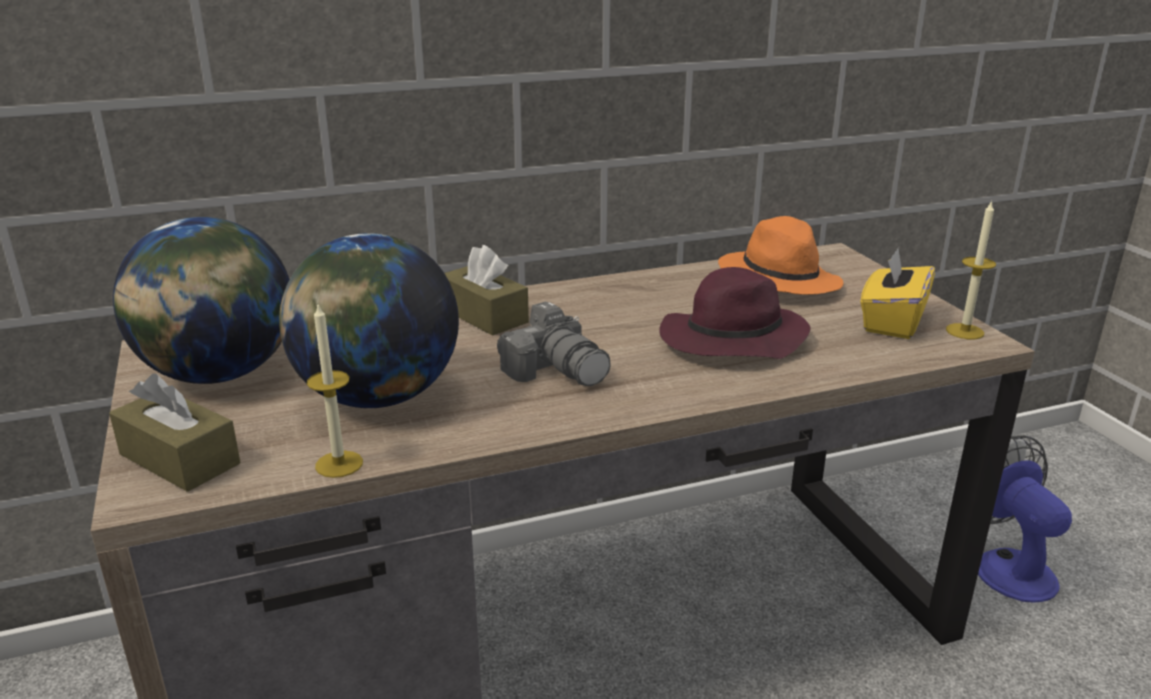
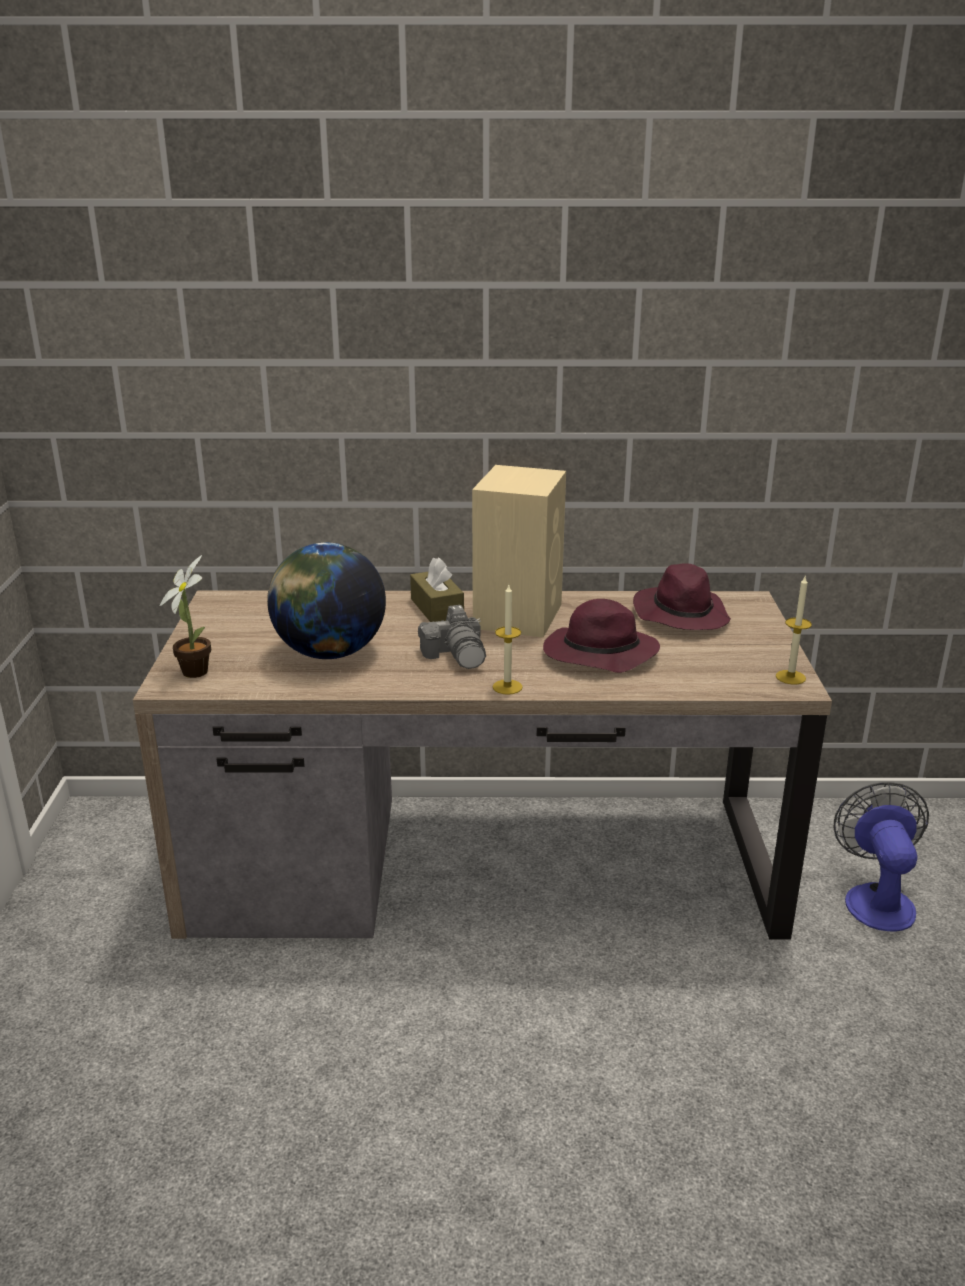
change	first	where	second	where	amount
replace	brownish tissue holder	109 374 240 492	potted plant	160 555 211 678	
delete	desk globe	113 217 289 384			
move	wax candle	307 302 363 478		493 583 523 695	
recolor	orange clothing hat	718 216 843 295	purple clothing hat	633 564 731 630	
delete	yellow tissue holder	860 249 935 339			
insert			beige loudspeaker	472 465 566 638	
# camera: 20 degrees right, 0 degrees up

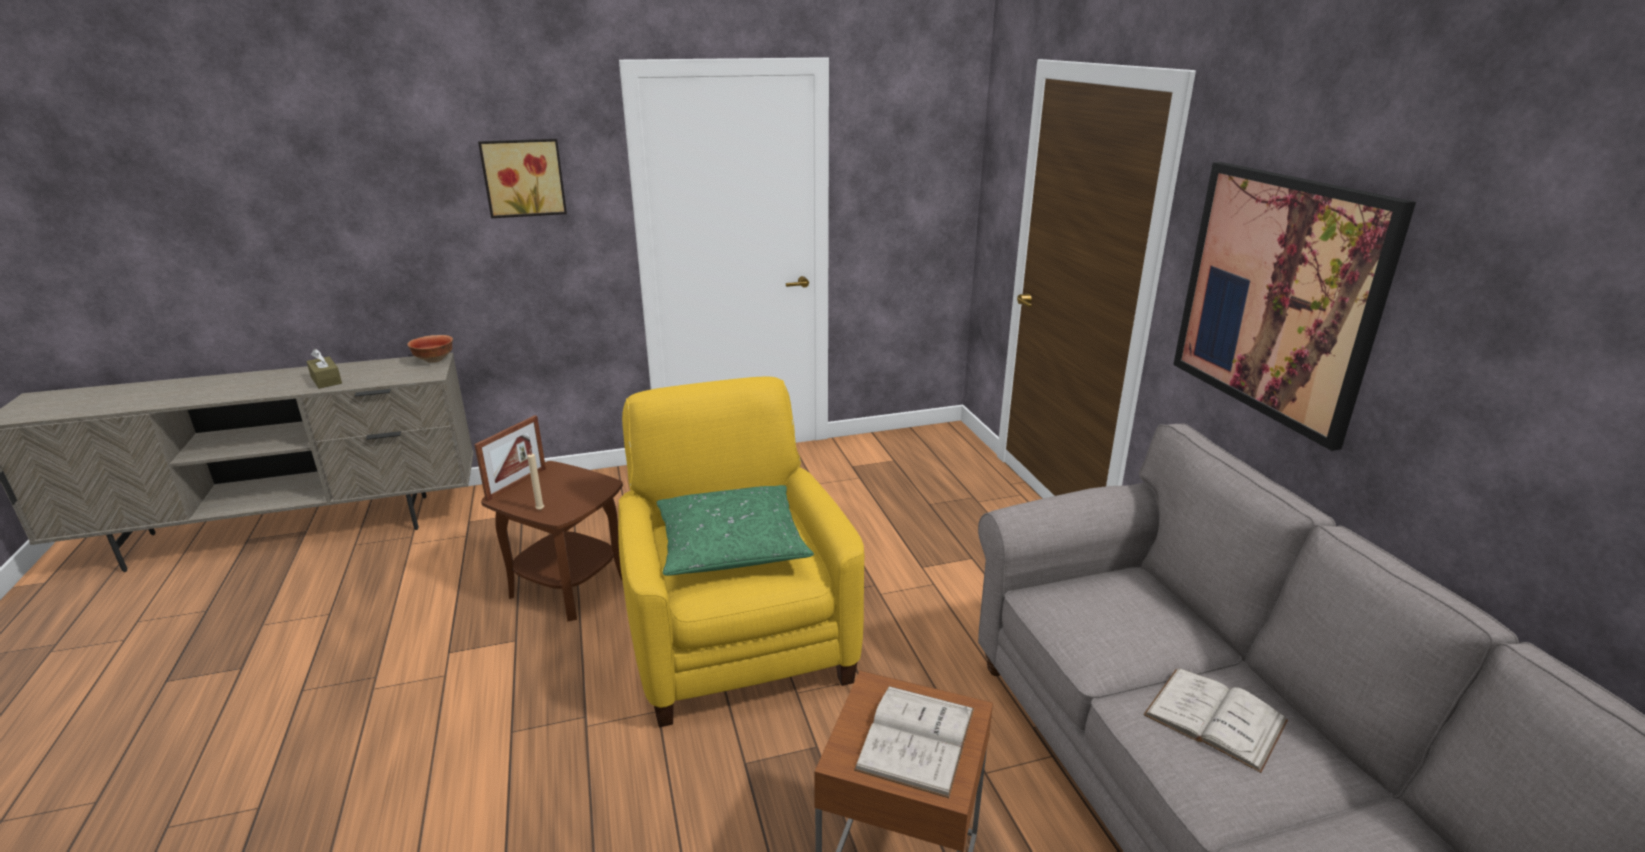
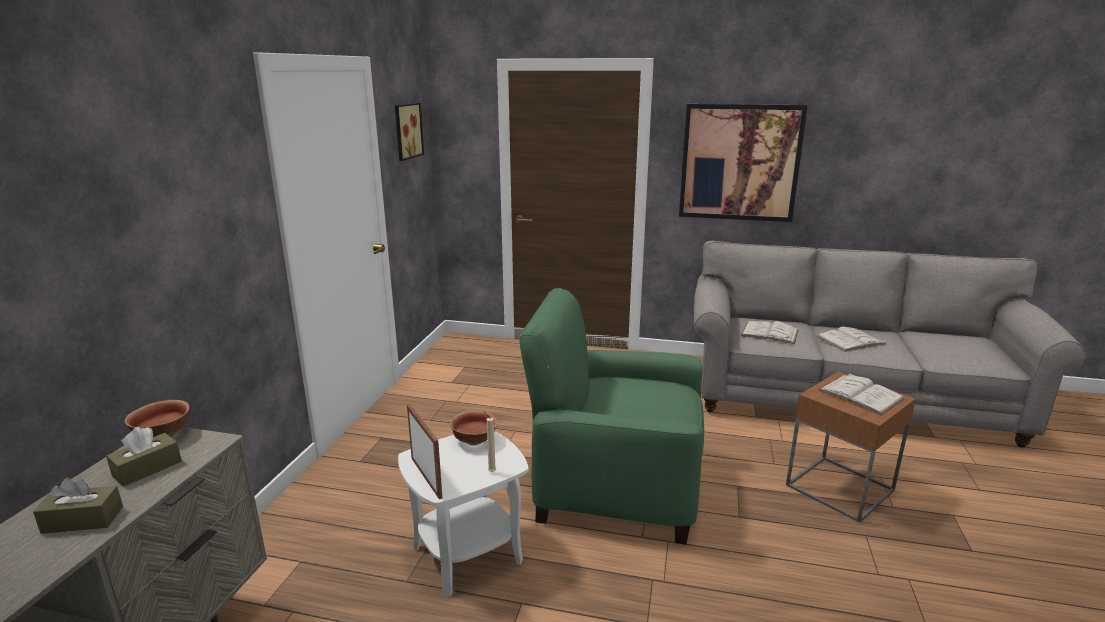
change	first	where	second	where	amount
move	wall art	478 139 567 218		395 103 424 161	
recolor	brownish side table	481 461 623 621	white-coloured side table	398 431 529 597	
recolor	yellow easy chair	618 377 865 727	green easy chair	519 288 704 545	
delete	green throw pillow	656 485 814 576			
insert			brownish tissue holder	106 427 182 486	
insert			serving bowl	450 410 497 445	
insert			white-coloured book	740 321 799 344	
# camera: 60 degrees left, 5 degrees down

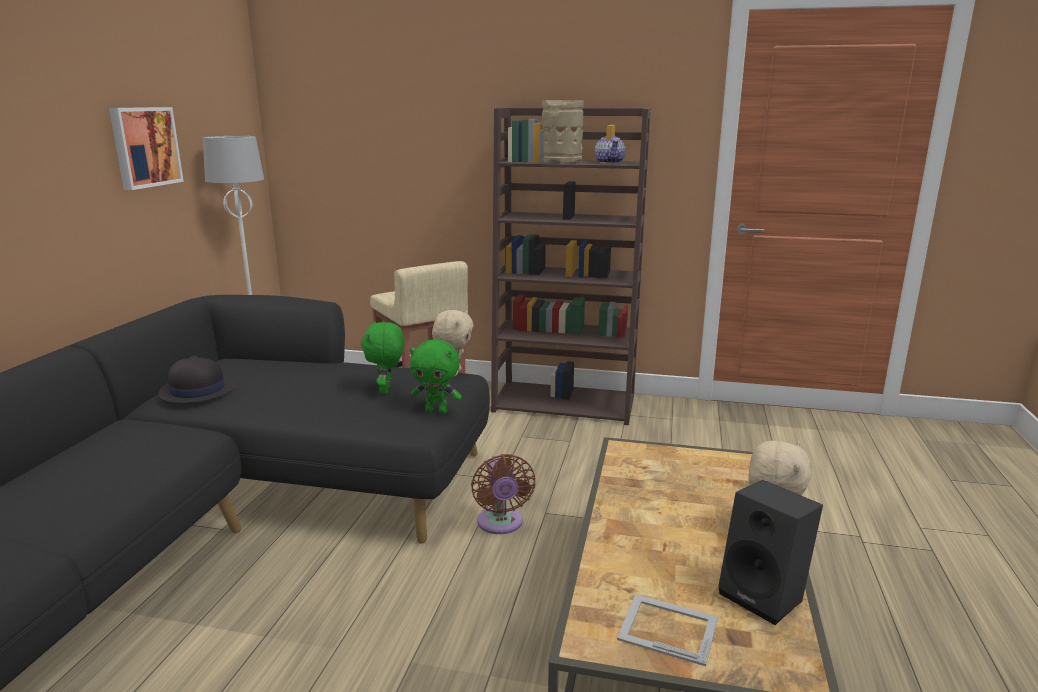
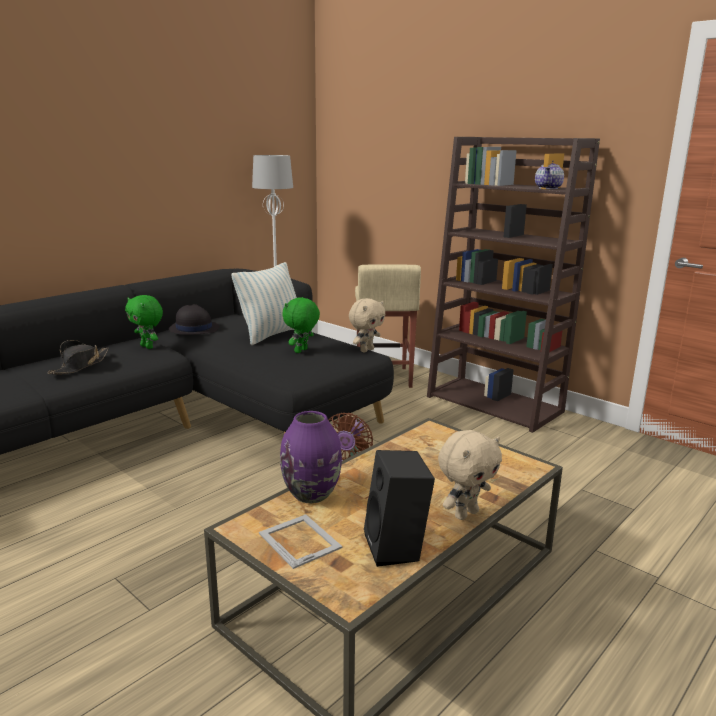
change	first	where	second	where	amount
delete	wall art	109 107 184 190			
move	green cuddly toy	409 339 462 414		125 295 163 349	
delete	beige vase	542 100 584 163			
insert			blackish clothing hat	47 340 109 374	
insert			throw pillow	232 262 297 345	
insert			purple vase	280 411 342 504	
# camera: 30 degrees right, 0 degrees up

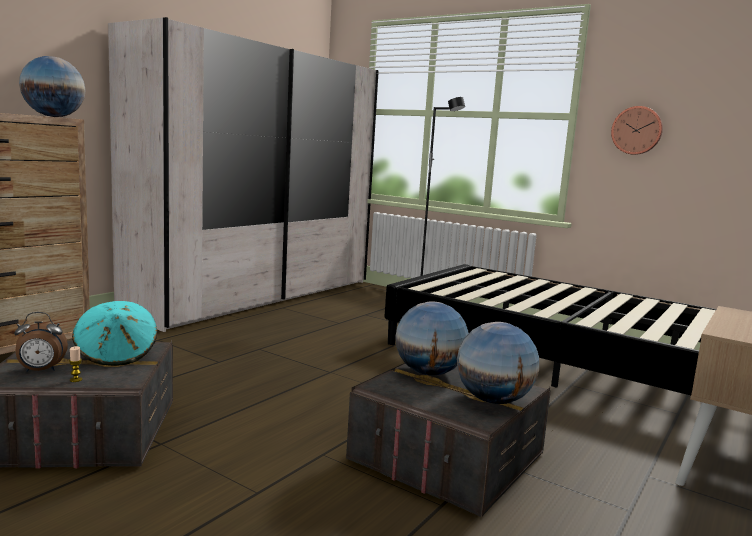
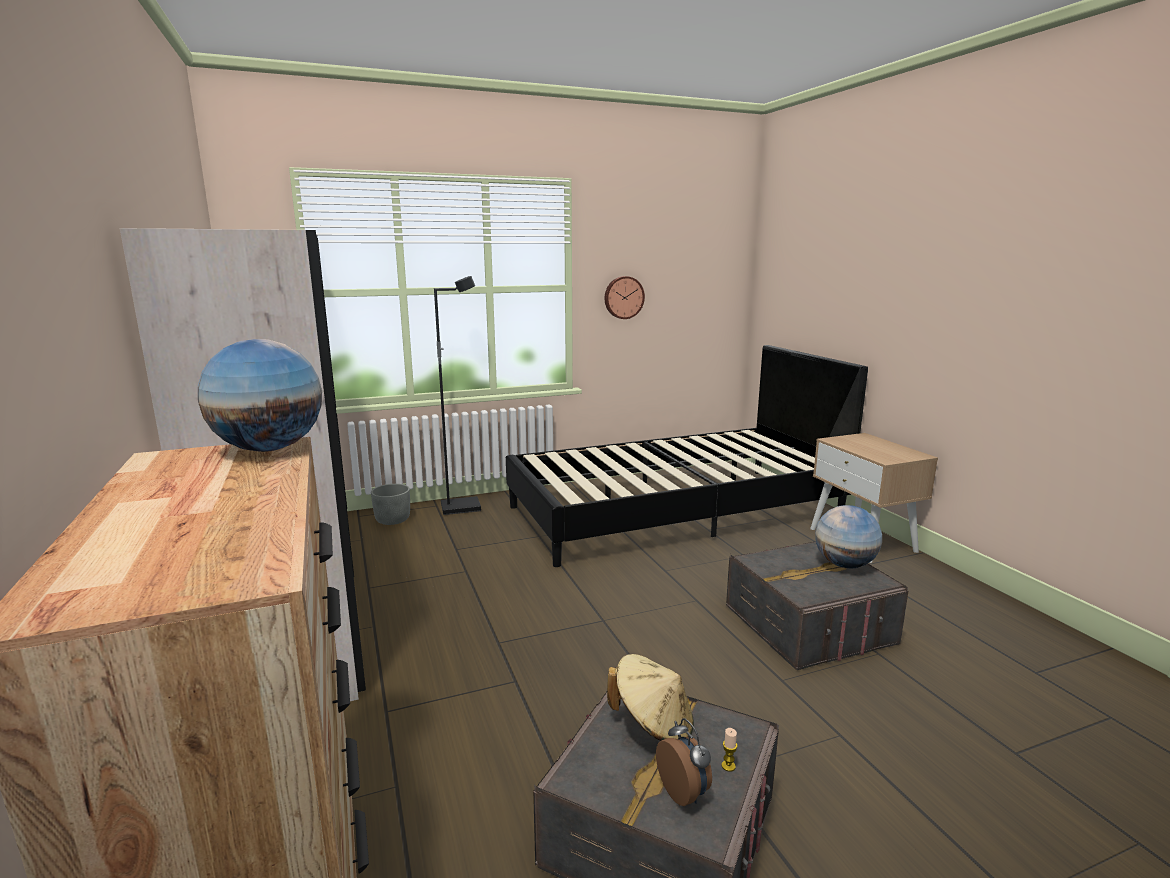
change	first	where	second	where	amount
rotate	alarm clock	14 312 68 372		656 718 712 806	45 degrees counterclockwise
recolor	turquoise clothing hat	72 301 157 366	beige clothing hat	607 654 694 741	
delete	desk globe	395 301 469 375			
insert			grey flower pot	371 484 410 525	
# camera: 55 degrees left, 5 degrees up

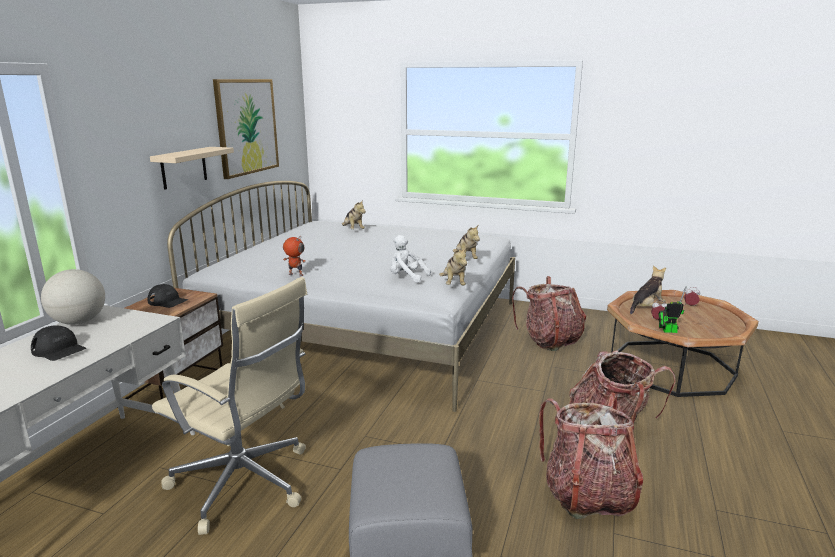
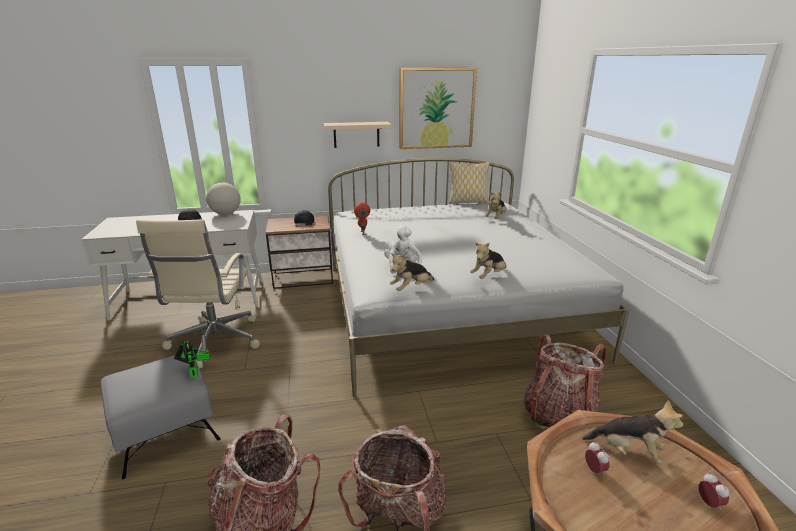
change	first	where	second	where	amount
move	toy robot	659 286 687 333		174 335 210 378	
insert			throw pillow	449 162 489 204	
# camera: 60 degrees right, 5 degrees up

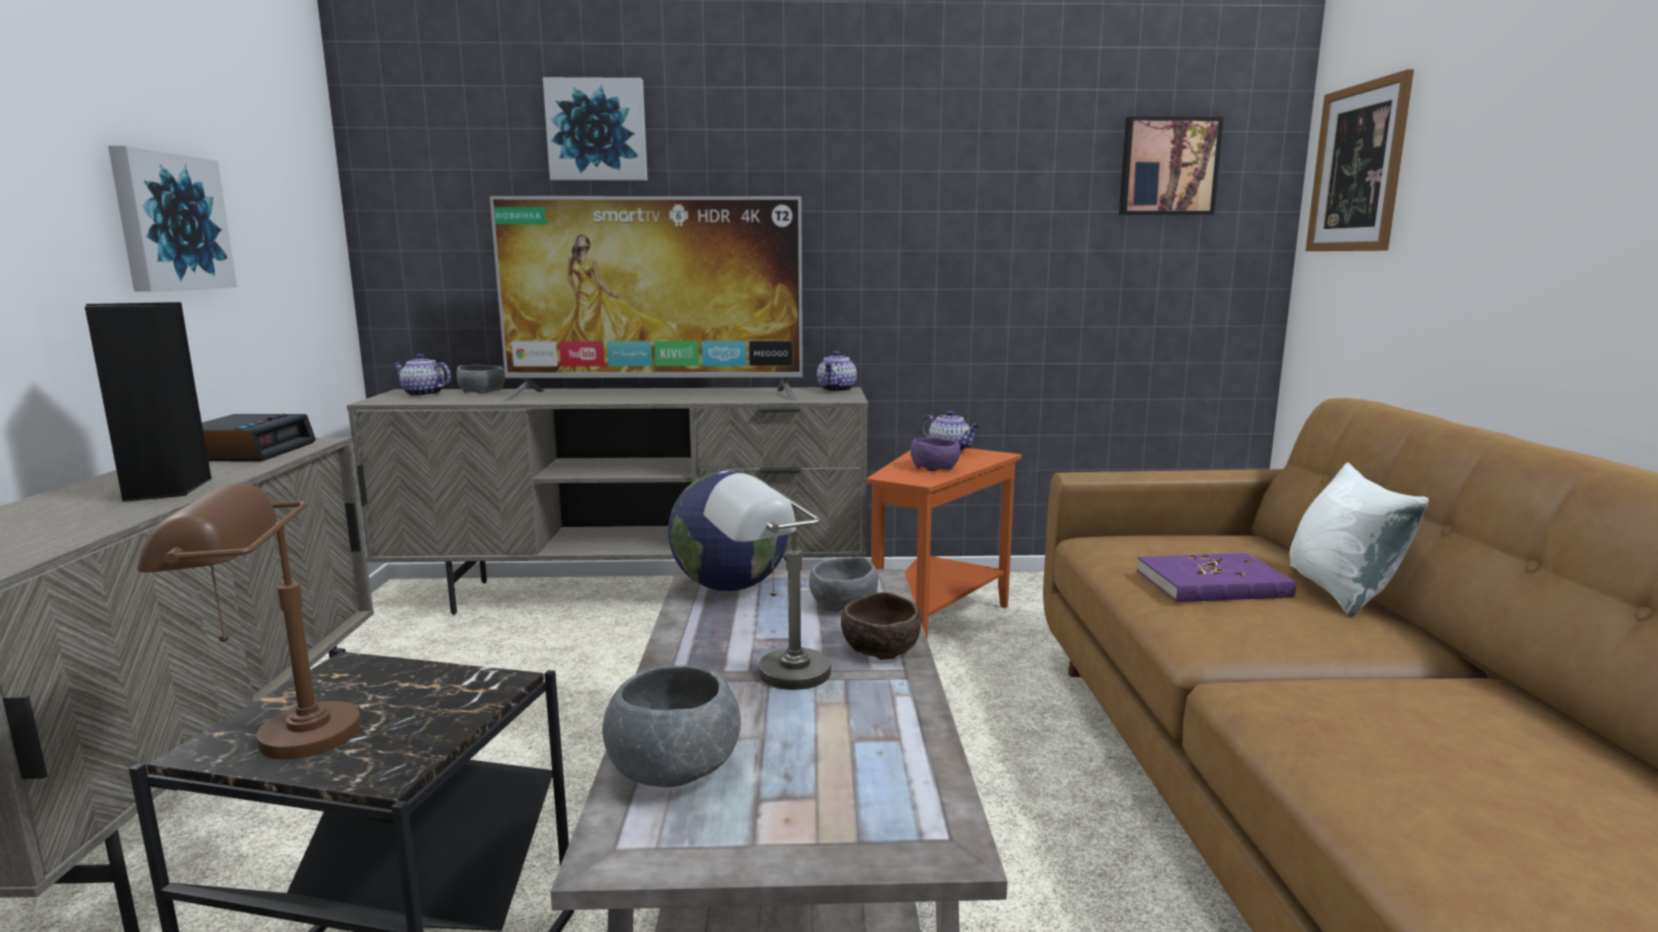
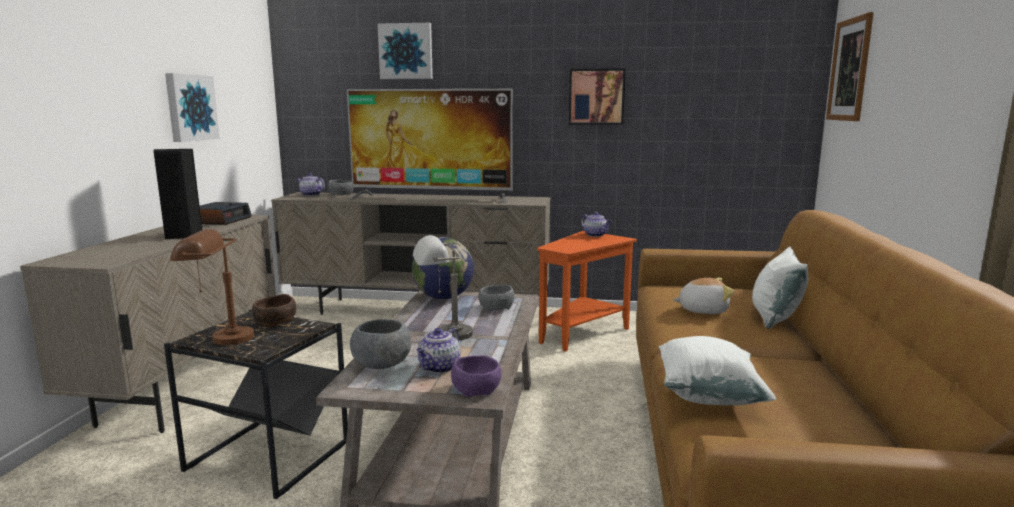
change	first	where	second	where	amount
move	pot for tea	817 351 857 392		417 327 460 373	
move	brownish serving bowl	841 592 921 660		252 294 296 327	
move	purple serving bowl	911 437 960 471		451 356 501 397	
move	wall art	1119 116 1224 215		569 68 626 125	
replace	purple book	1137 553 1296 602	cuddly toy	673 278 734 314	
insert			white-coloured throw pillow	659 336 776 405	
# camera: 10 degrees right, 0 degrees up

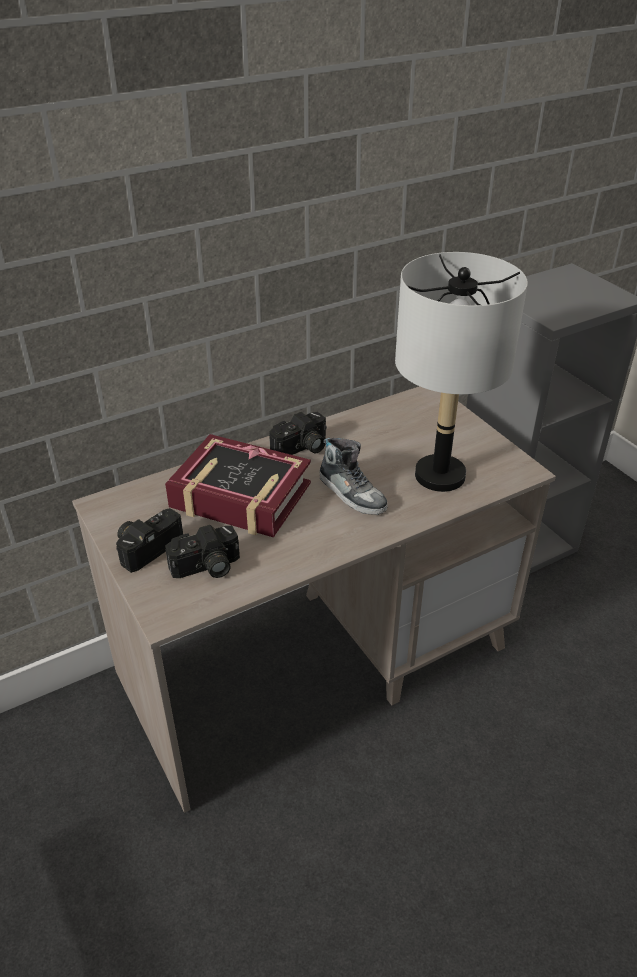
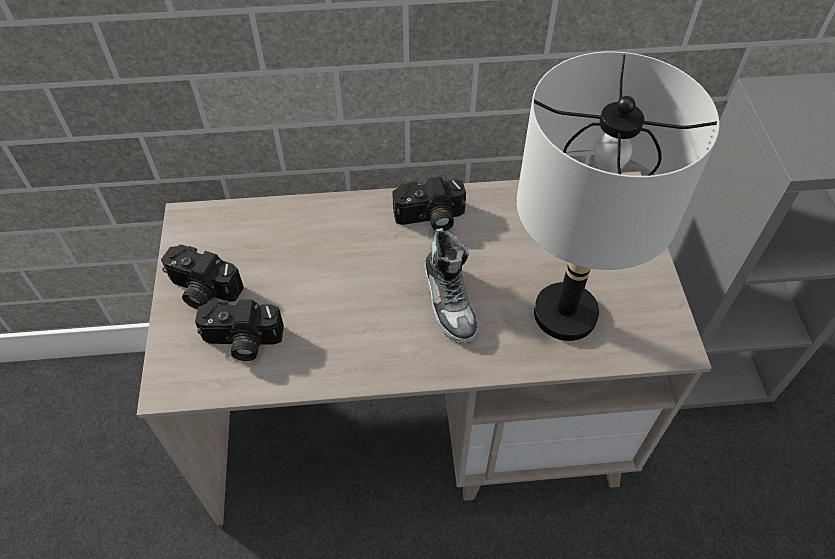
change	first	where	second	where	amount
rotate	still camera	116 508 183 573		161 245 244 309	135 degrees counterclockwise
delete	book	165 434 311 538			
# camera: 25 degrees right, 15 degrees up

